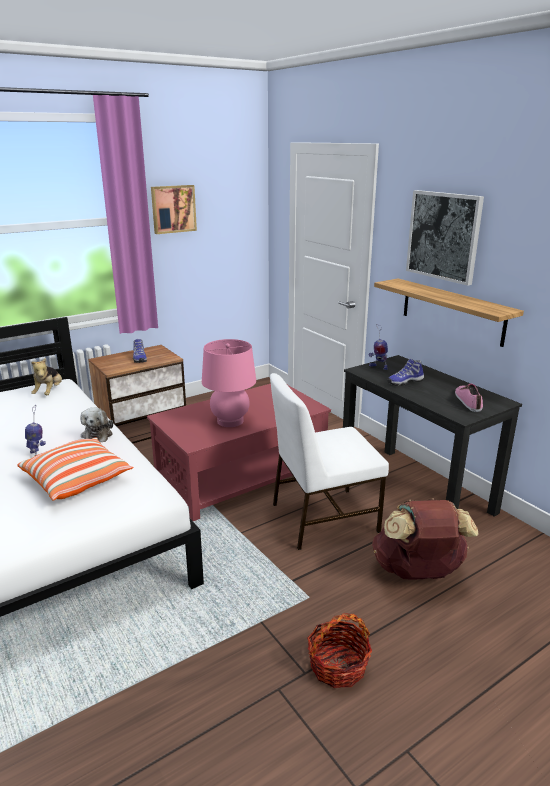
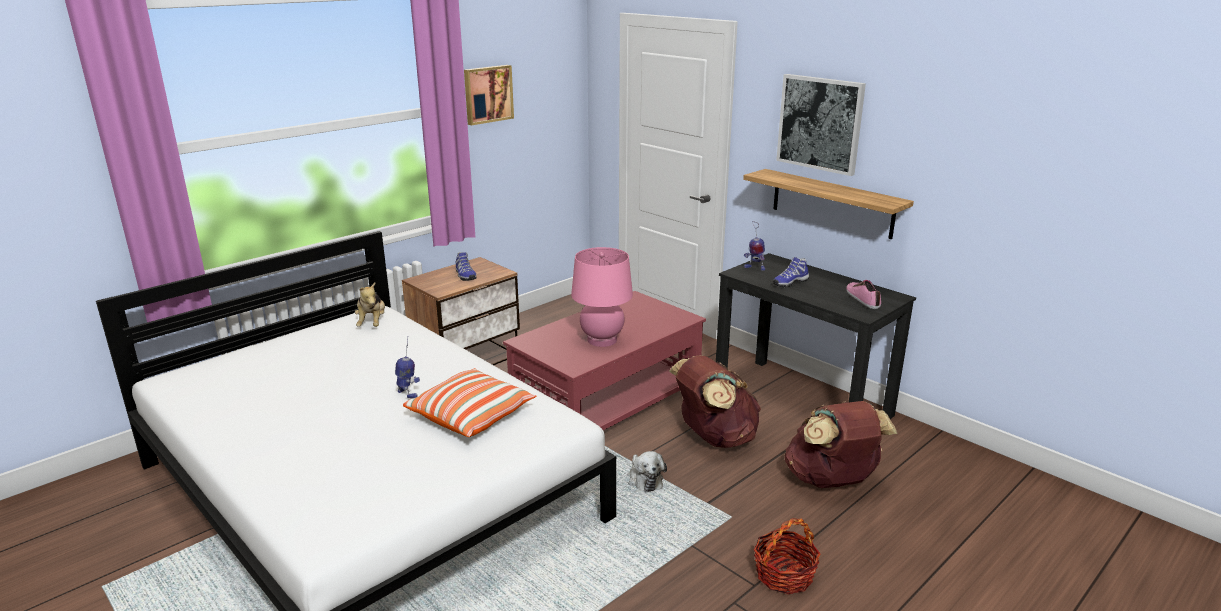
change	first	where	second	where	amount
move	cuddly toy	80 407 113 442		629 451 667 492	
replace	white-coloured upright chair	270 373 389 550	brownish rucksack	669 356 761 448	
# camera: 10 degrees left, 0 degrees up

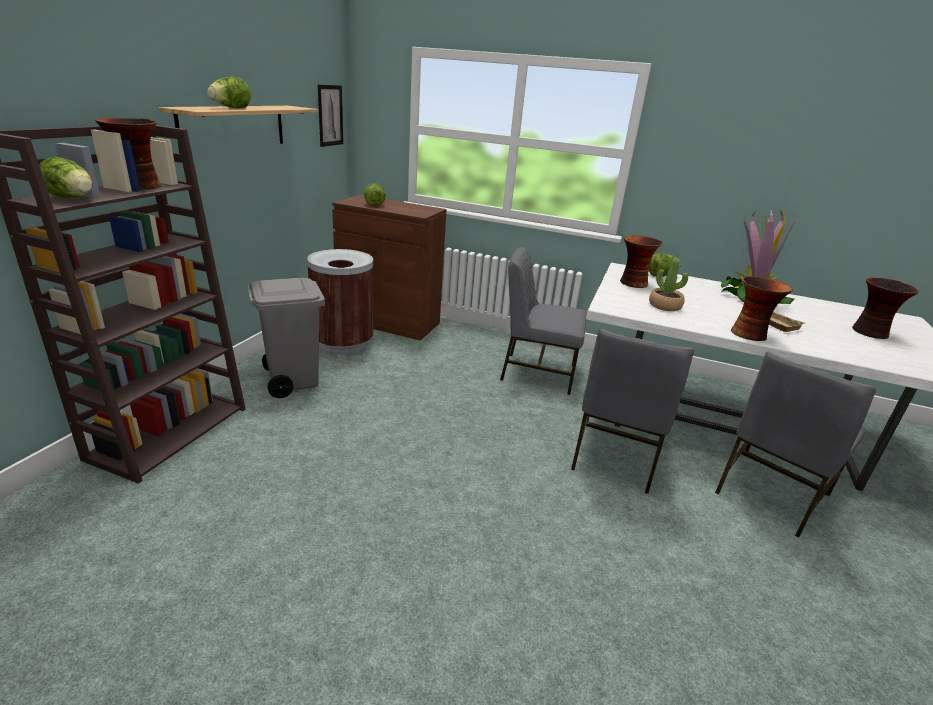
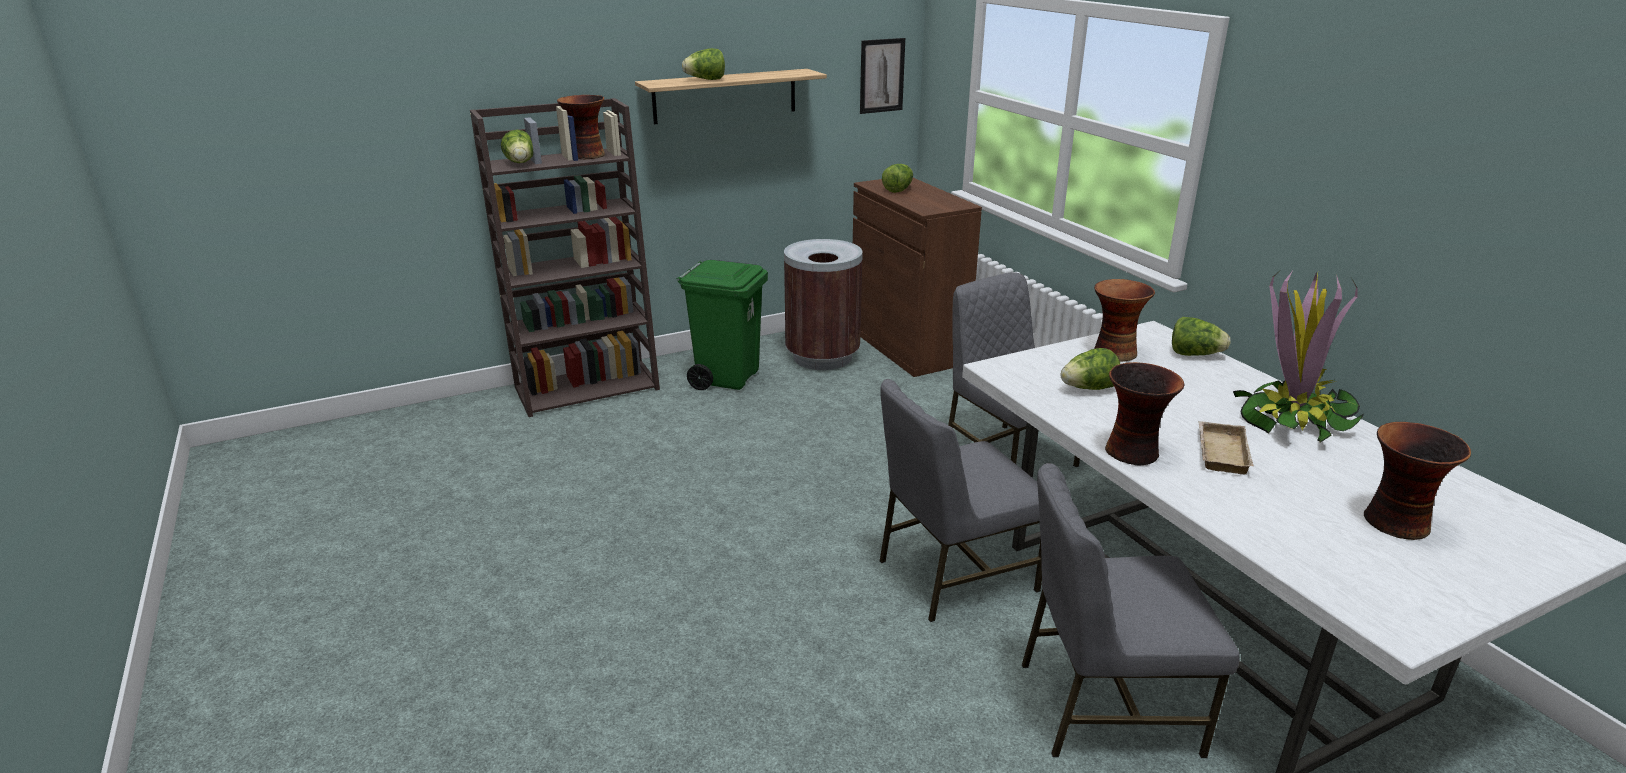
change	first	where	second	where	amount
recolor	grey waste bin	246 278 325 398	green waste bin	677 260 768 390	
replace	potted plant	649 258 688 311	lettuce	1061 348 1120 390	
# camera: 45 degrees right, 0 degrees up

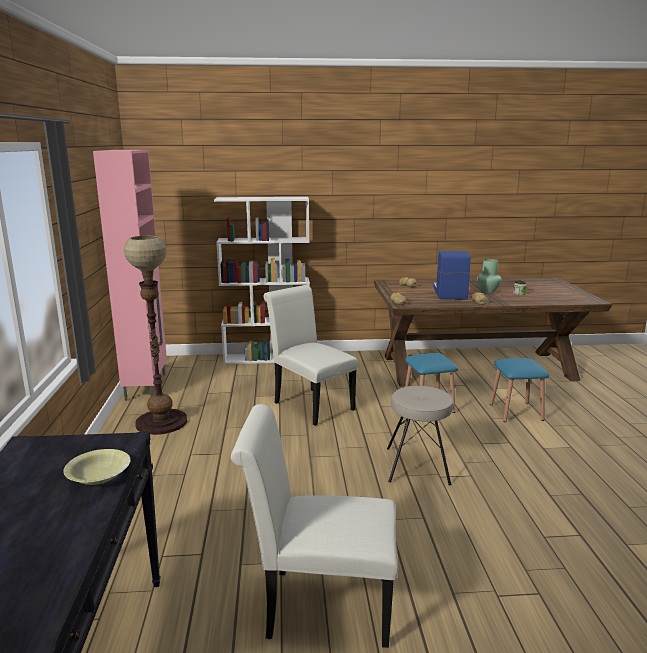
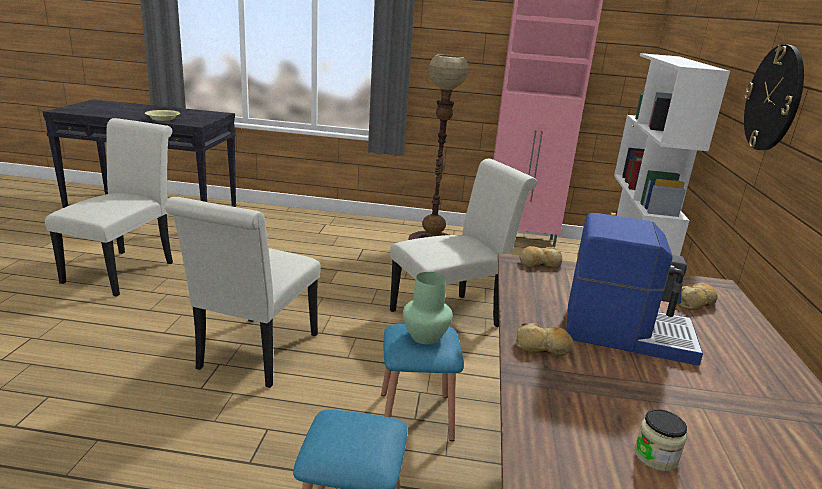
change	first	where	second	where	amount
replace	beige stool seat	387 386 453 485	white-coloured upright chair	165 197 321 388	
move	green vase	477 259 502 293		403 272 453 345	
insert			hanging clock	744 44 804 151	
# camera: 100 degrees right, 5 degrees up

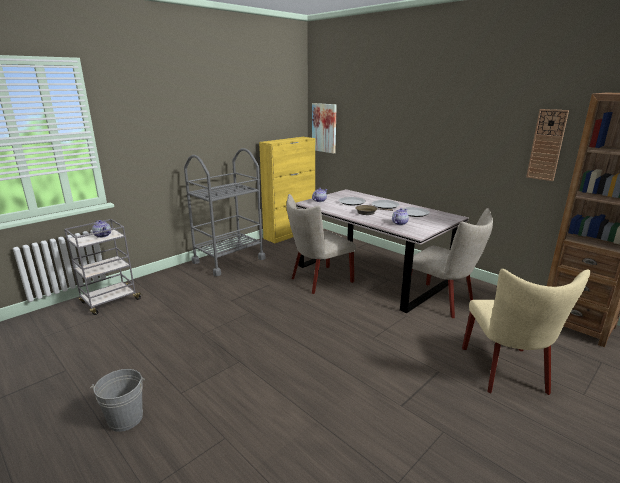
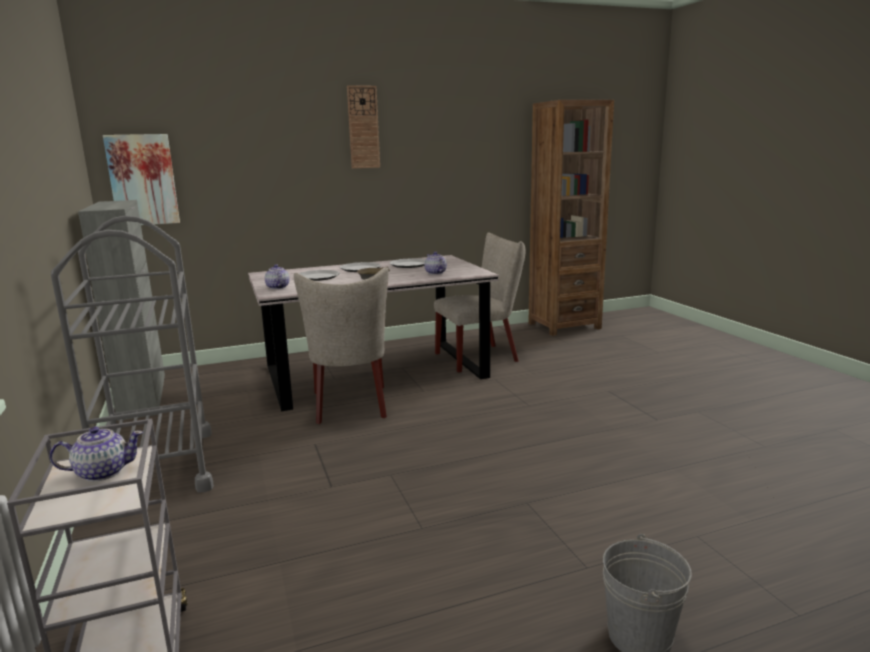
change	first	where	second	where	amount
recolor	yellow cupboard	259 137 315 243	grey cupboard	78 200 165 421	
delete	beige upright chair	462 269 591 395			
move	hanging clock	526 109 569 181		347 85 380 169	
# camera: 65 degrees left, 5 degrees down

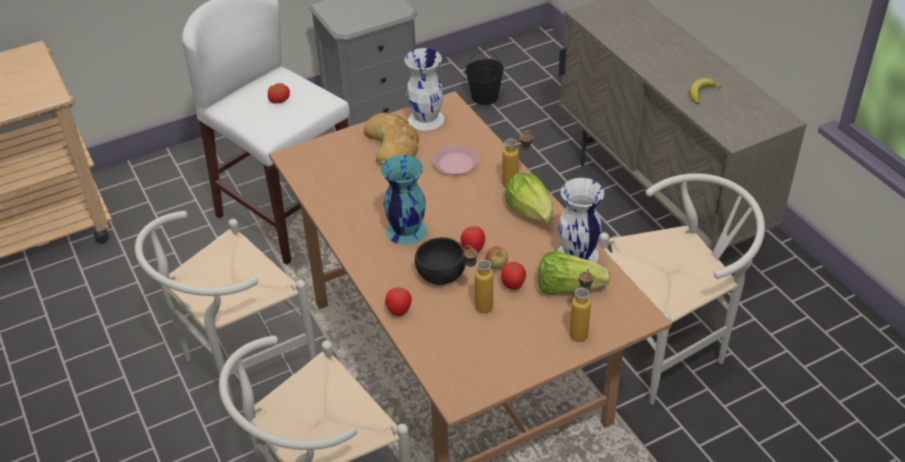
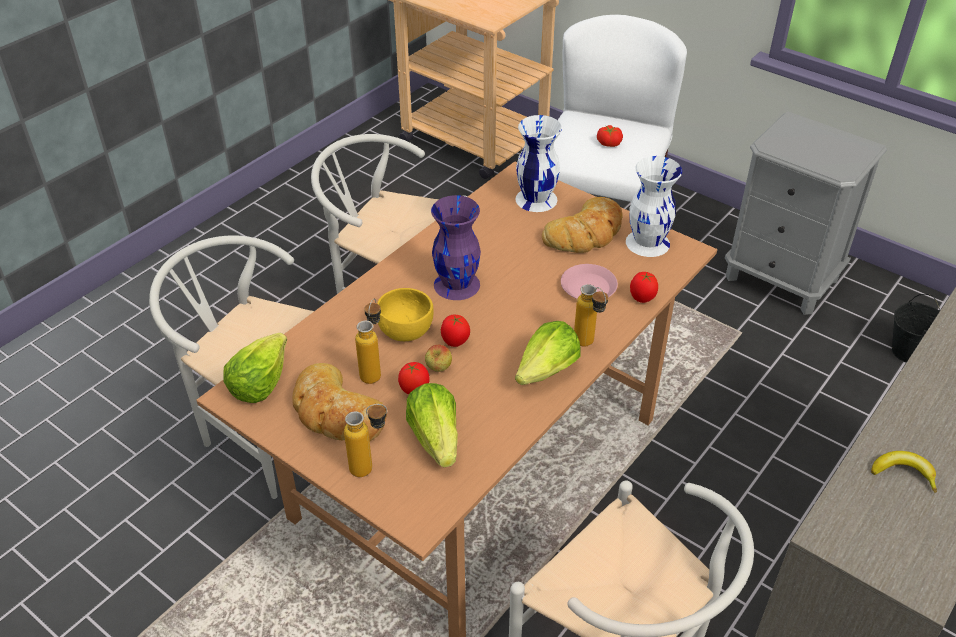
change	first	where	second	where	amount
recolor	turquoise vase	381 155 427 245	purple vase	431 195 481 300	
move	tomato	385 287 412 316		630 272 658 303	
recolor	blackish serving bowl	415 237 466 285	yellow serving bowl	377 288 434 341	
move	white-coloured vase	558 178 604 263		516 115 562 212	
insert			lettuce	223 333 287 403	
insert			bread	292 363 387 441	
# camera: 65 degrees right, 0 degrees up

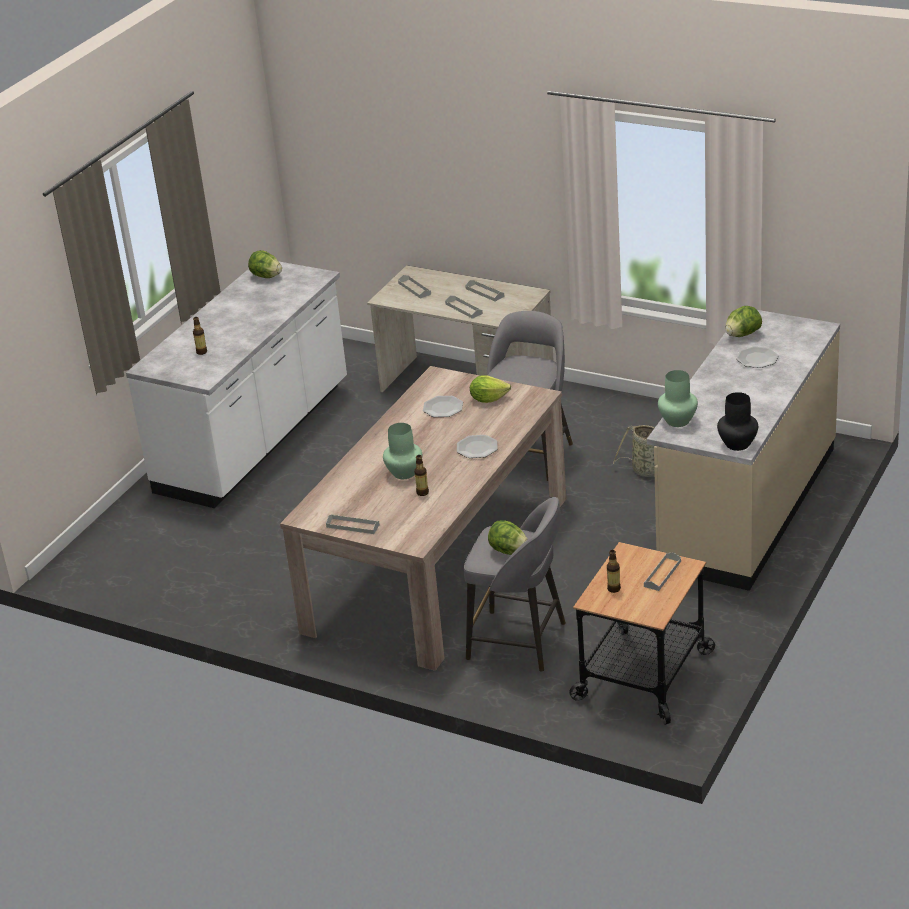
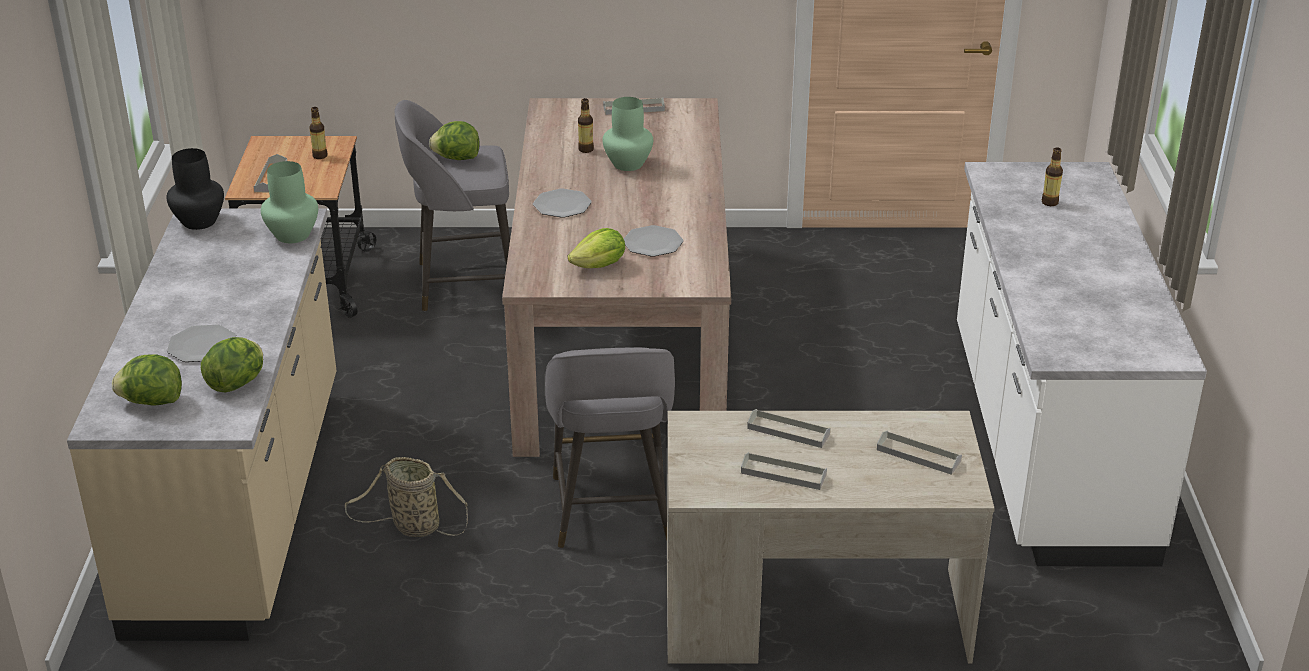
change	first	where	second	where	amount
move	lettuce	248 250 282 278		112 354 182 406	
# camera: 150 degrees right, 0 degrees up

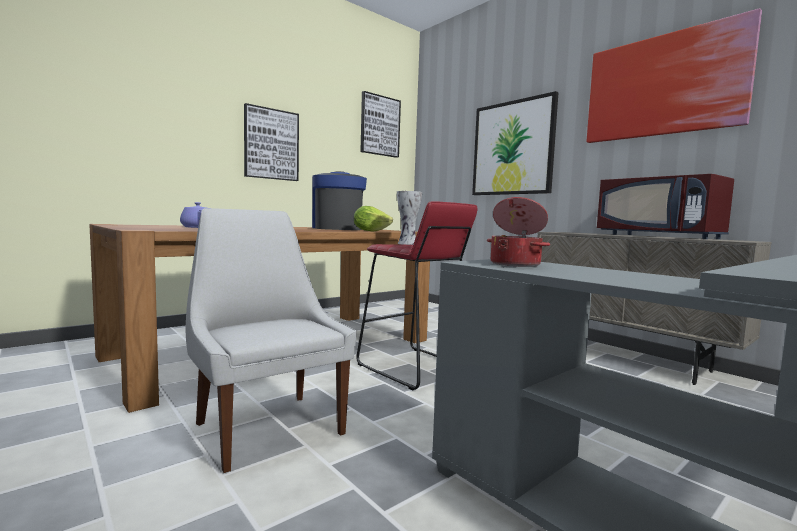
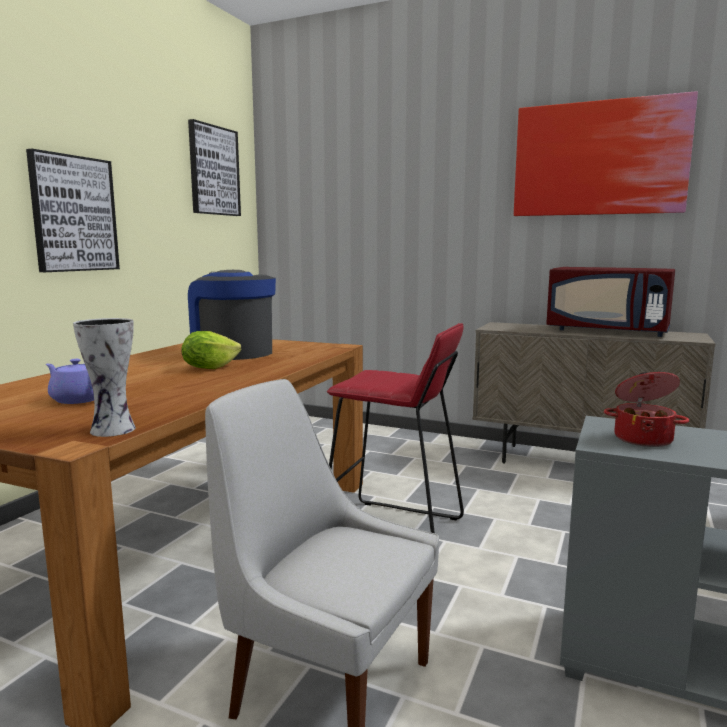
change	first	where	second	where	amount
move	lettuce	354 206 393 232		181 331 241 369	
move	vase	397 191 422 245		73 318 136 437	
delete	wall art	472 91 559 195			
# camera: 25 degrees left, 5 degrees up

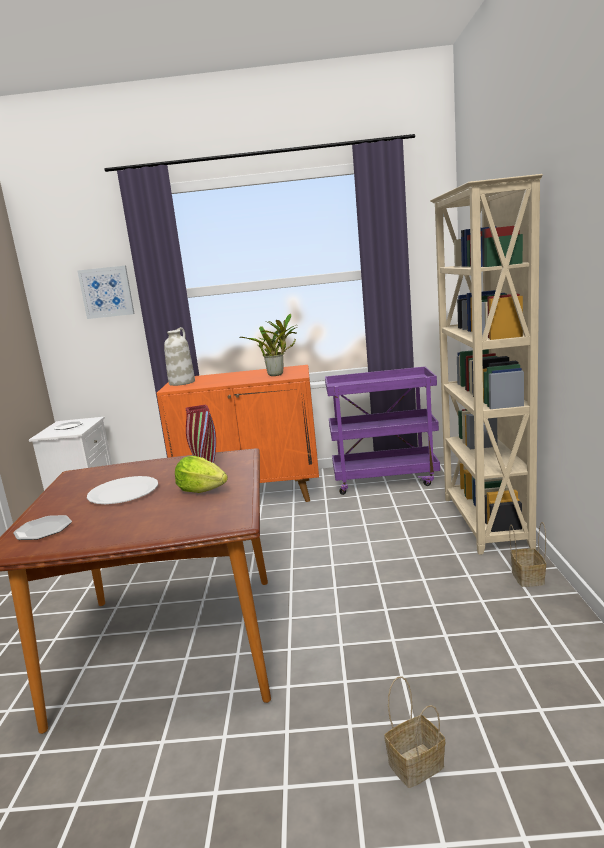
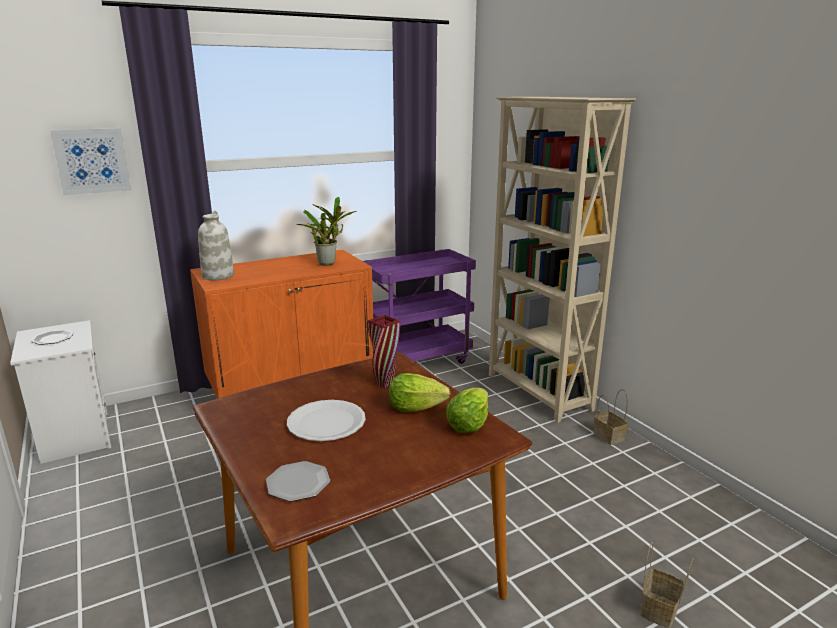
change	first	where	second	where	amount
insert			lettuce	446 388 488 433	
# camera: 30 degrees left, 5 degrees up

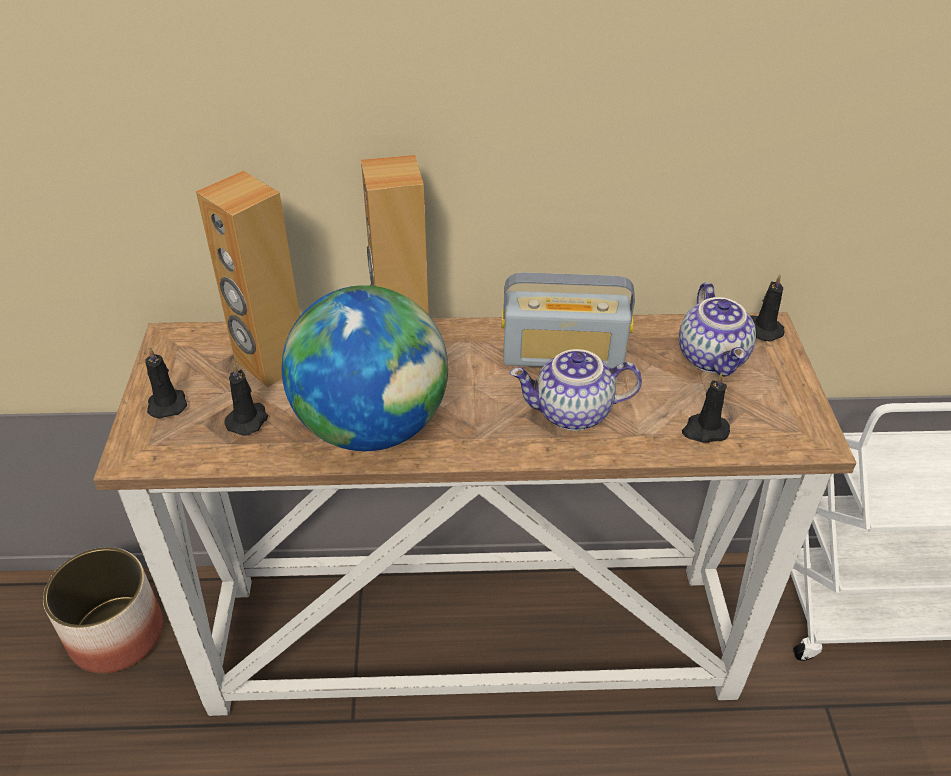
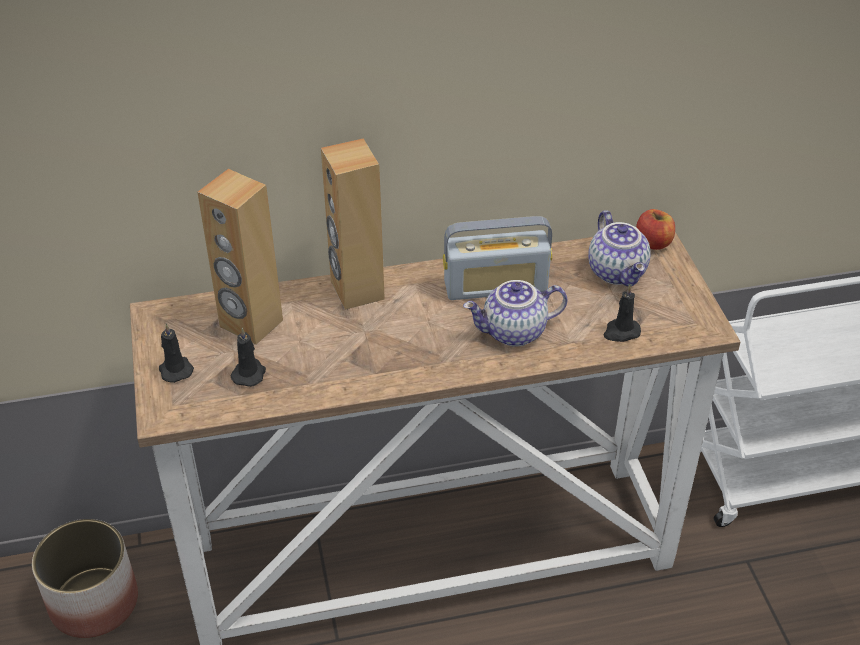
change	first	where	second	where	amount
delete	desk globe	282 285 448 451			
replace	blackish wax candle	750 274 785 341	apple	636 209 675 250	
# camera: 10 degrees left, 0 degrees up

